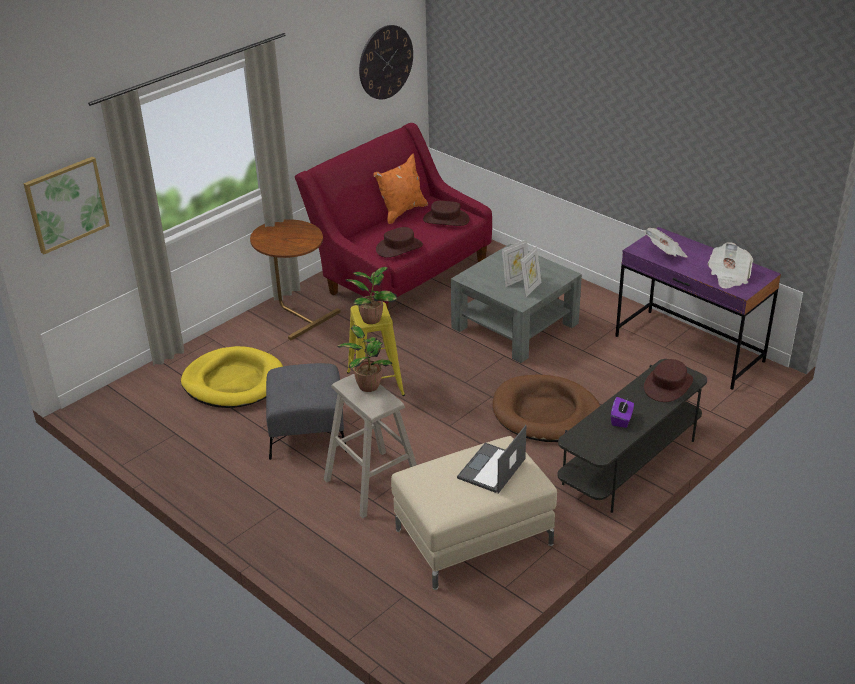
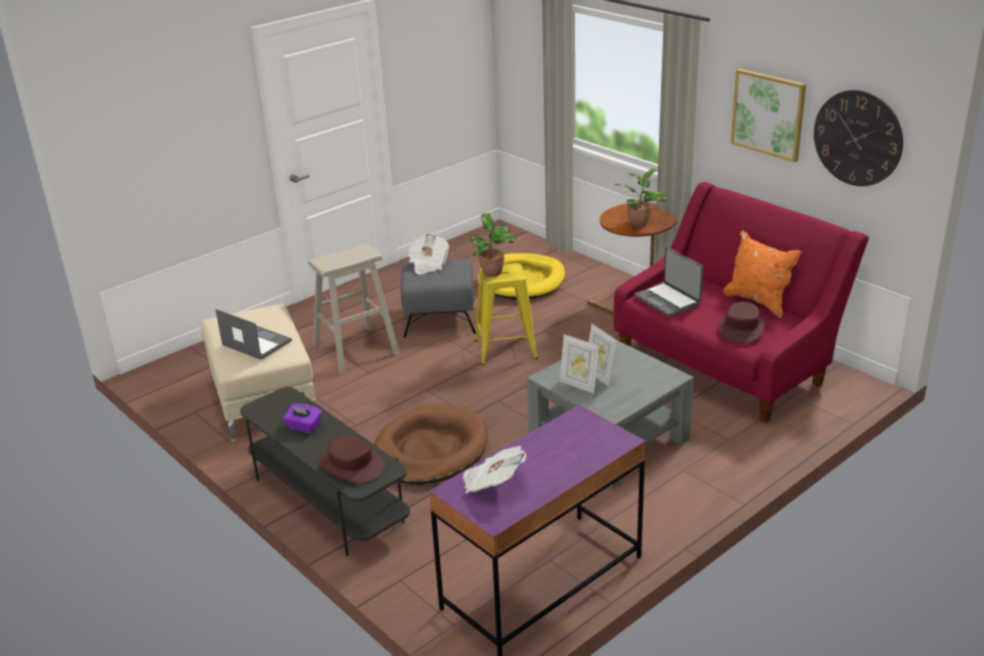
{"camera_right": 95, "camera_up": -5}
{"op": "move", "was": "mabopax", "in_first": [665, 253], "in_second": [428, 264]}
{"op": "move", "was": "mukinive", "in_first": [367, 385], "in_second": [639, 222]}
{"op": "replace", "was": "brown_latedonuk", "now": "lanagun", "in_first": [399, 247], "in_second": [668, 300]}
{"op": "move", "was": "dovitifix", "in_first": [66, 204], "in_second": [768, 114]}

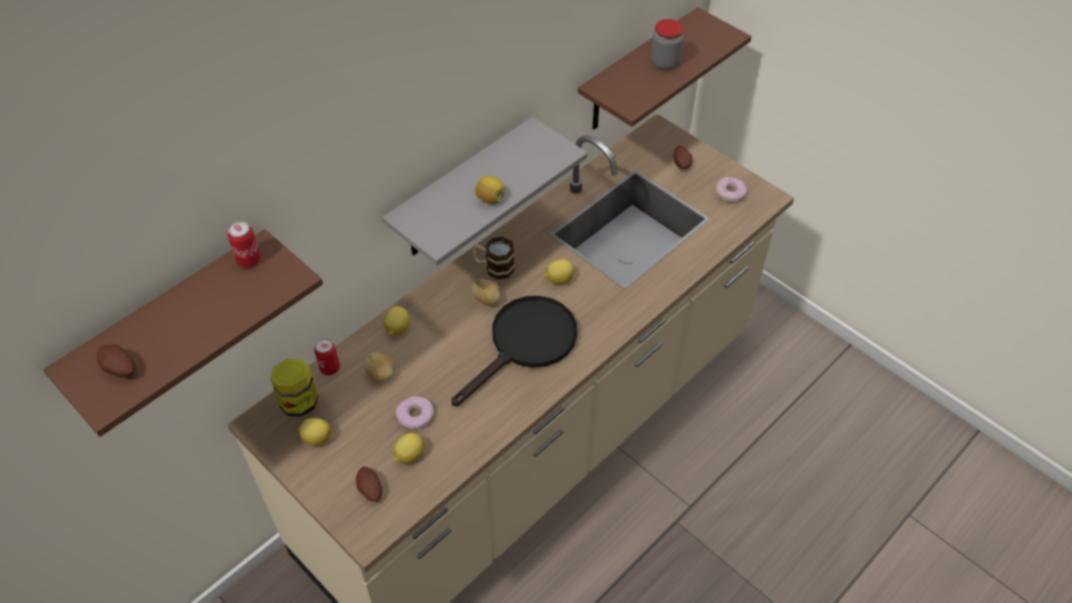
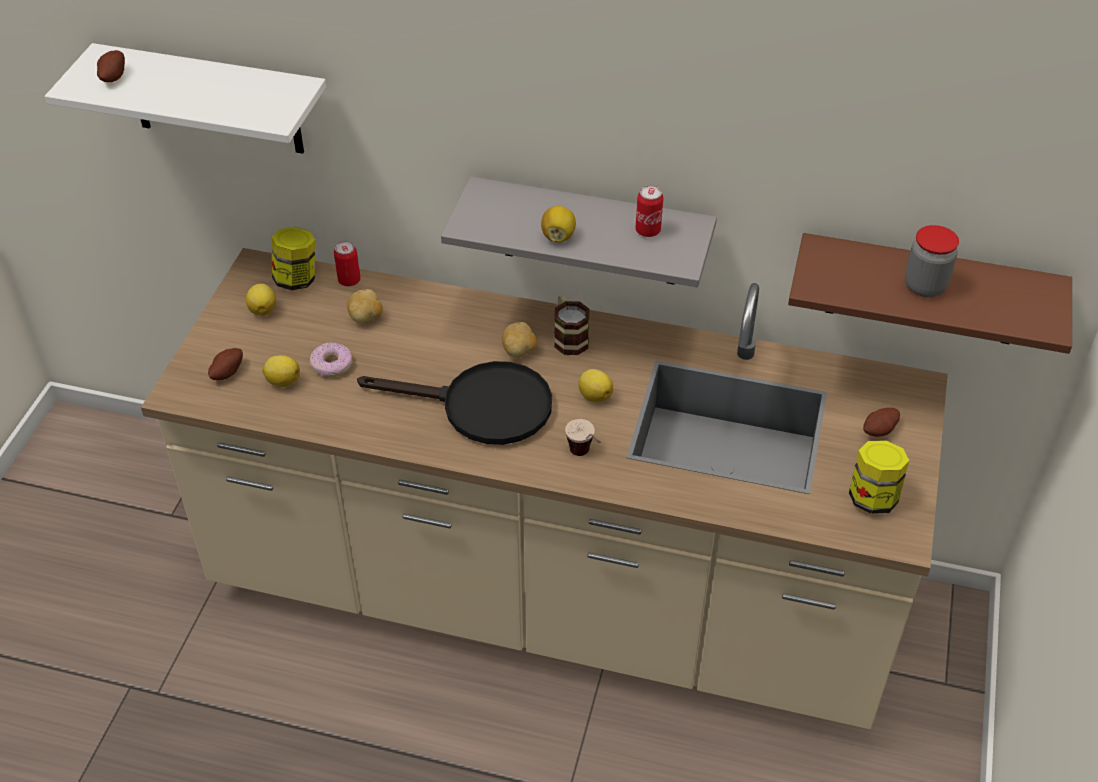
{"camera_right": 60, "camera_up": -5}
{"op": "recolor", "was": "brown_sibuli", "now": "white_sibuli", "in_first": [173, 323], "in_second": [215, 100]}
{"op": "insert", "now": "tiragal", "in_second": [585, 457]}
{"op": "move", "was": "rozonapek", "in_first": [249, 260], "in_second": [648, 231]}
{"op": "replace", "was": "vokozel", "now": "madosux", "in_first": [730, 193], "in_second": [873, 497]}
{"op": "delete", "was": "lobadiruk", "in_first": [397, 329]}

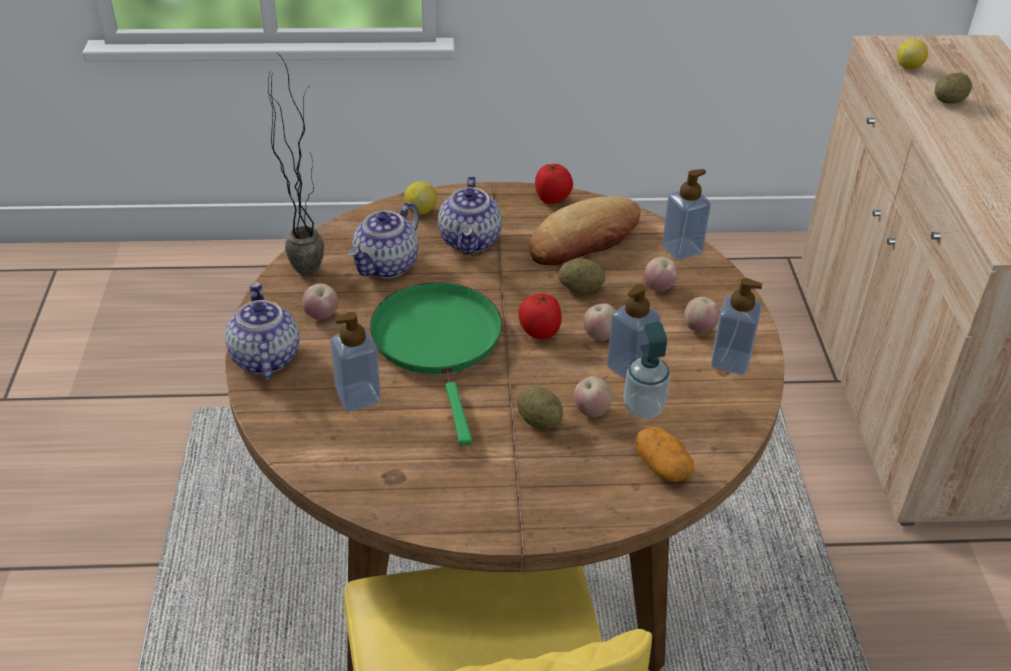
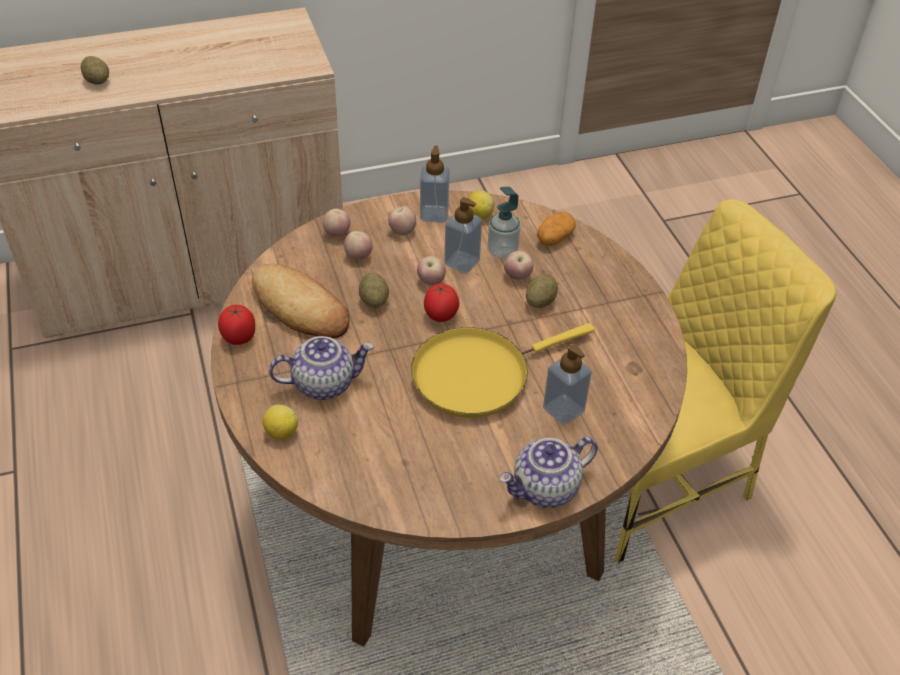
{"camera_right": -105, "camera_up": 5}
{"op": "move", "was": "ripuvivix", "in_first": [321, 316], "in_second": [337, 234]}
{"op": "recolor", "was": "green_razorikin", "now": "yellow_razorikin", "in_first": [439, 343], "in_second": [477, 374]}
{"op": "move", "was": "lobadiruk", "in_first": [909, 67], "in_second": [479, 215]}
{"op": "delete", "was": "mukinive", "in_first": [308, 264]}
{"op": "delete", "was": "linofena", "in_first": [387, 266]}
{"op": "delete", "was": "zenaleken", "in_first": [681, 250]}

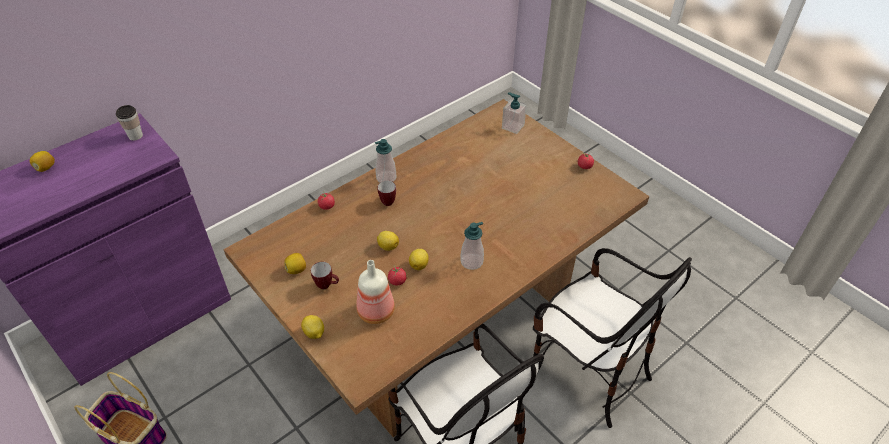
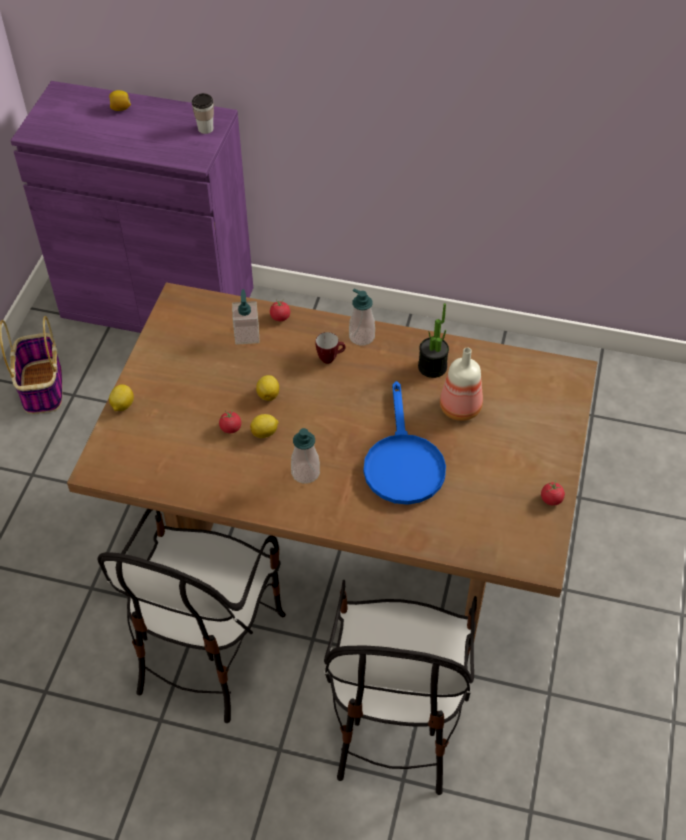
{"camera_right": 55, "camera_up": 5}
{"op": "move", "was": "zenaleken", "in_first": [512, 126], "in_second": [247, 335]}
{"op": "insert", "now": "blue_razorikin", "in_second": [402, 462]}
{"op": "insert", "now": "mukinive", "in_second": [432, 367]}
{"op": "move", "was": "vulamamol", "in_first": [374, 311], "in_second": [459, 407]}
{"op": "delete", "was": "lobadiruk", "in_first": [297, 269]}
{"op": "delete", "was": "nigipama", "in_first": [327, 285]}

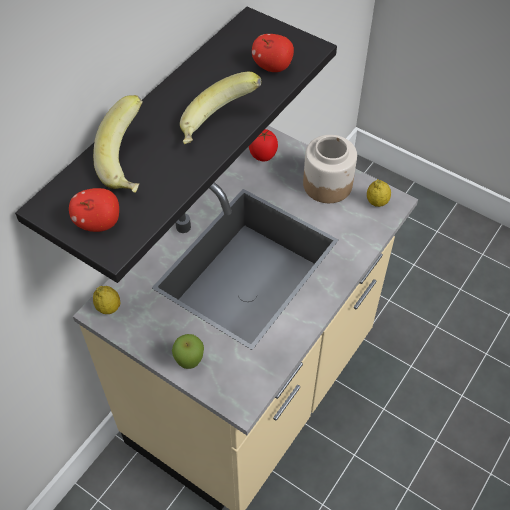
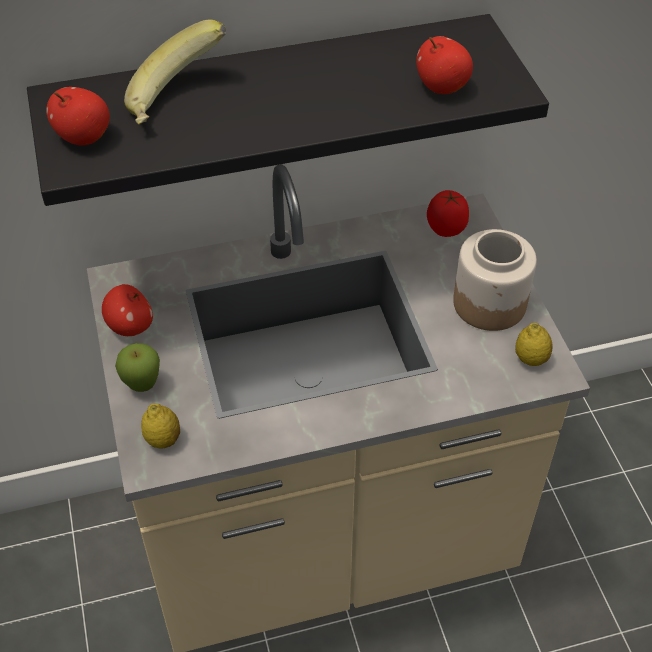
{"camera_right": 40, "camera_up": -5}
{"op": "insert", "now": "ripuvivix", "in_second": [130, 326]}
{"op": "move", "was": "lobadiruk", "in_first": [108, 308], "in_second": [163, 439]}
{"op": "delete", "was": "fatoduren", "in_first": [219, 127]}

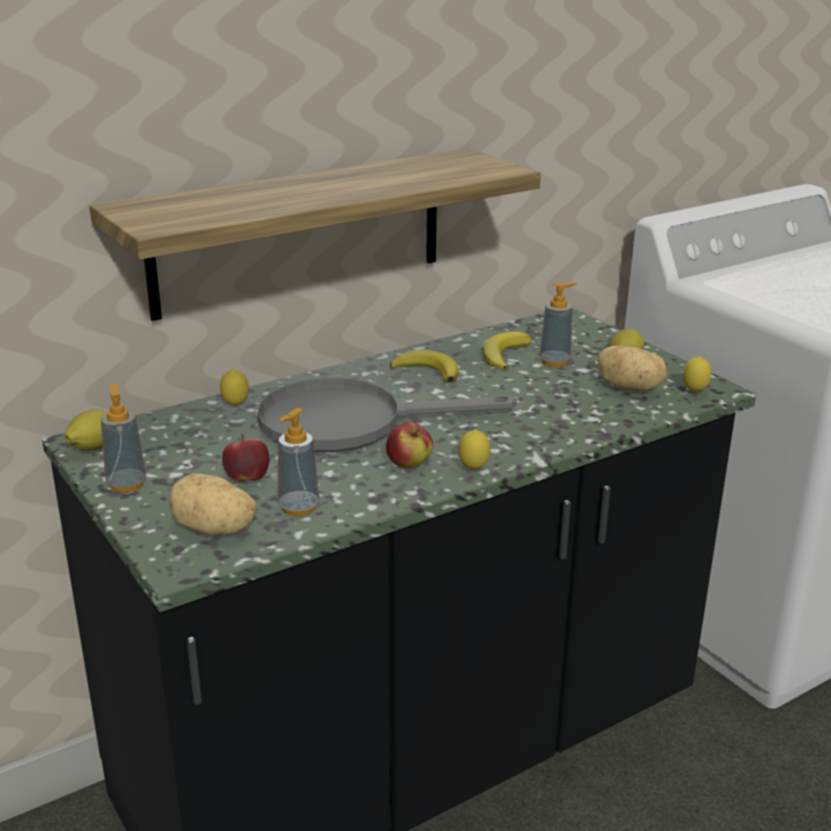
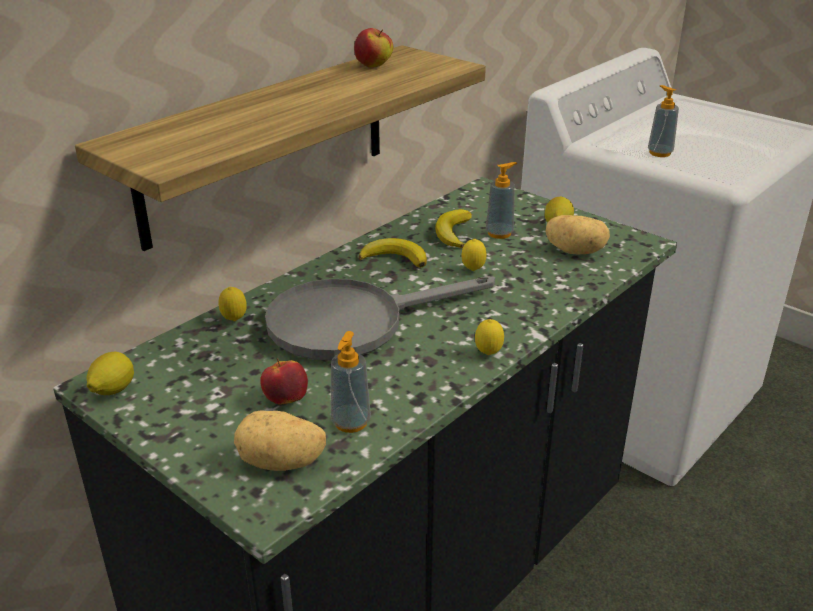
{"camera_right": -15, "camera_up": 5}
{"op": "move", "was": "ripuvivix", "in_first": [409, 465], "in_second": [373, 66]}
{"op": "move", "was": "lobadiruk", "in_first": [694, 392], "in_second": [473, 270]}
{"op": "move", "was": "zenaleken", "in_first": [127, 484], "in_second": [659, 153]}

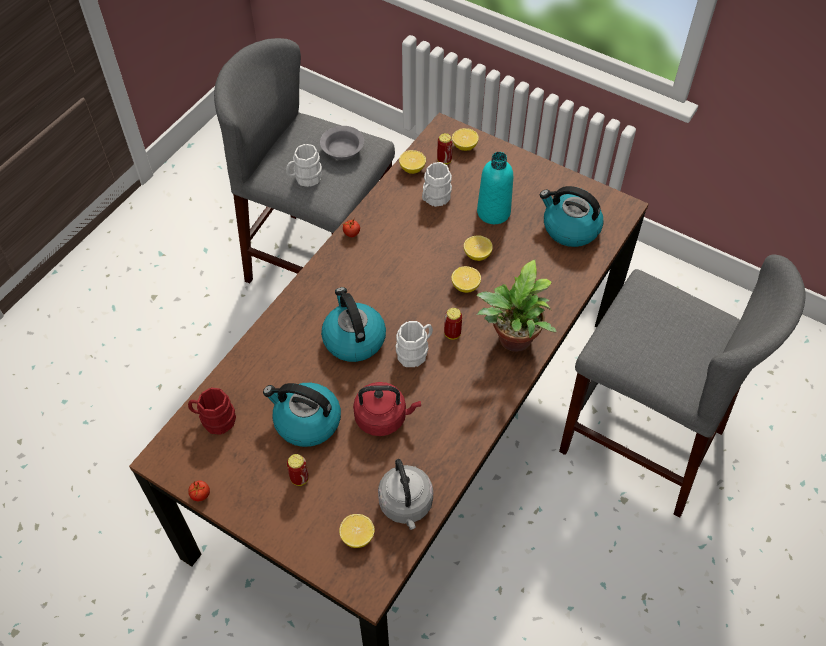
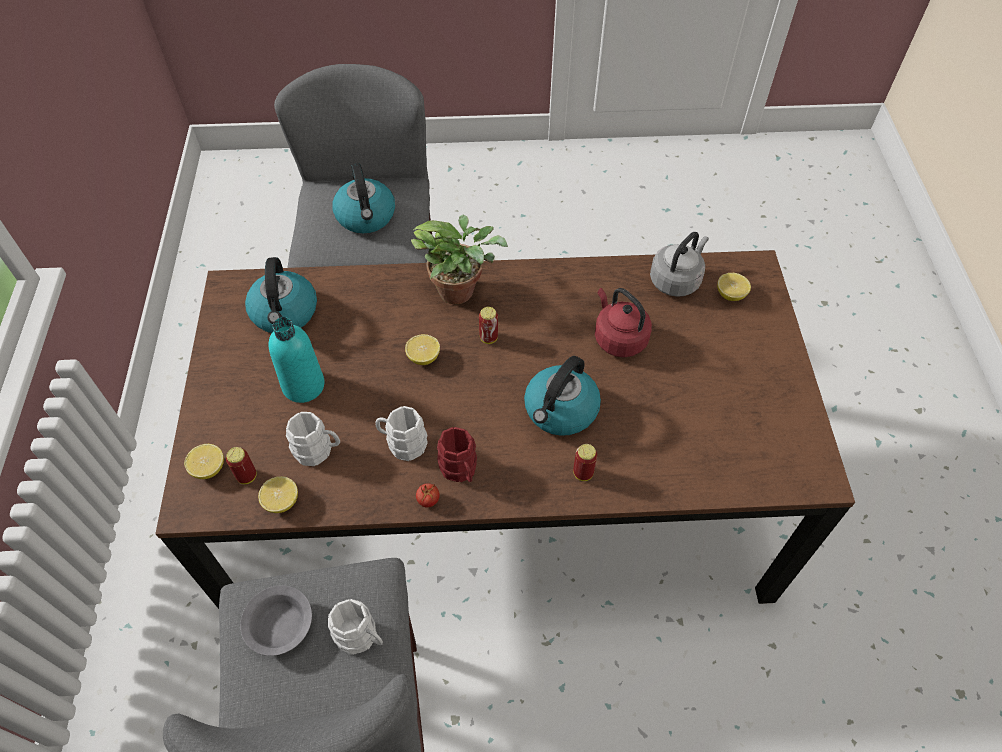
{"camera_right": -125, "camera_up": 0}
{"op": "move", "was": "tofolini", "in_first": [306, 421], "in_second": [366, 217]}
{"op": "move", "was": "white_nigipama", "in_first": [415, 352], "in_second": [402, 443]}
{"op": "move", "was": "red_nigipama", "in_first": [214, 420], "in_second": [460, 470]}
{"op": "move", "was": "rozonapek", "in_first": [299, 478], "in_second": [583, 473]}
{"op": "delete", "was": "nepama", "in_first": [200, 495]}
{"op": "delete", "was": "lobadiruk", "in_first": [477, 255]}

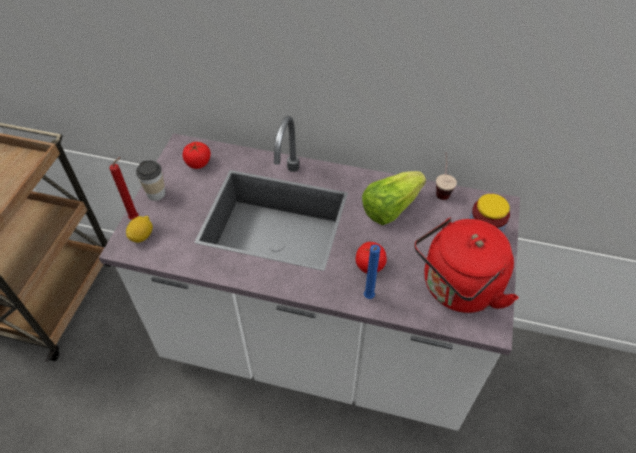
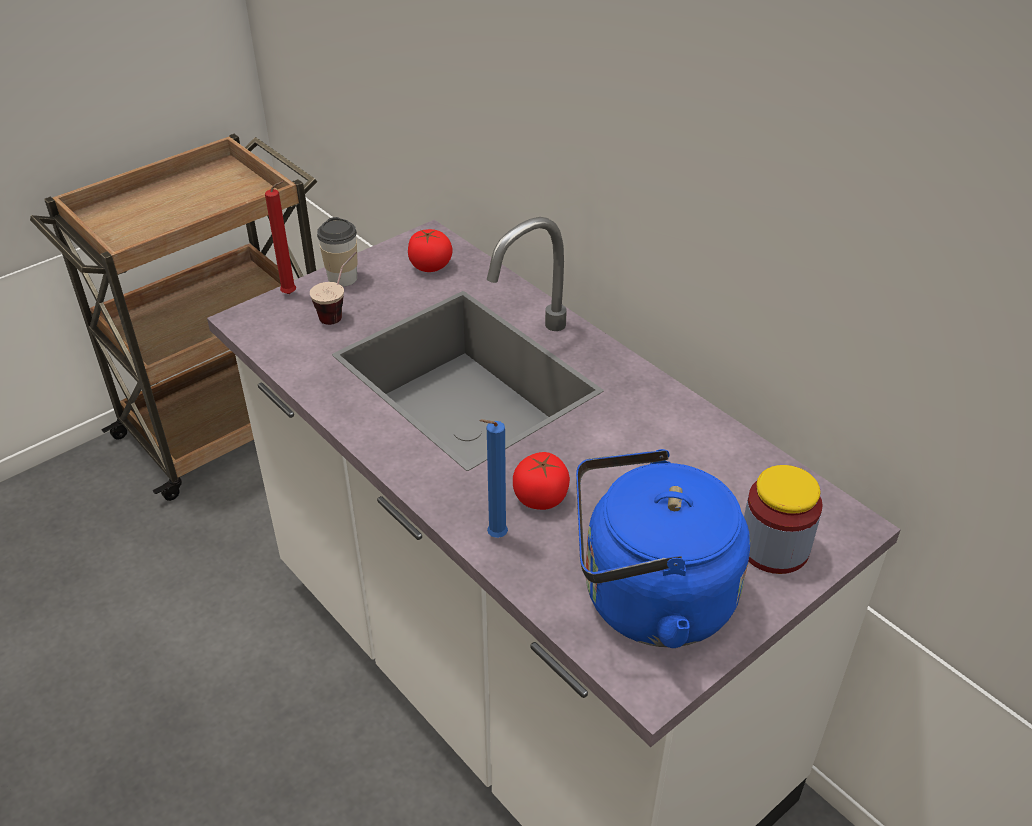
{"camera_right": 35, "camera_up": -10}
{"op": "move", "was": "tiragal", "in_first": [442, 189], "in_second": [340, 312]}
{"op": "recolor", "was": "red_tofolini", "now": "blue_tofolini", "in_first": [457, 289], "in_second": [648, 600]}
{"op": "delete", "was": "lobadiruk", "in_first": [142, 236]}
{"op": "delete", "was": "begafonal", "in_first": [390, 208]}

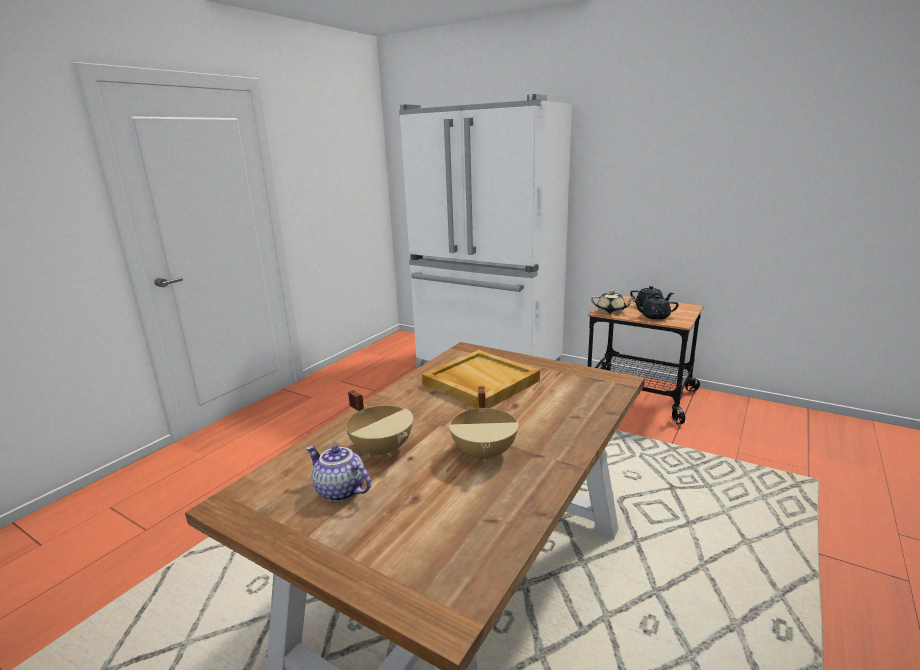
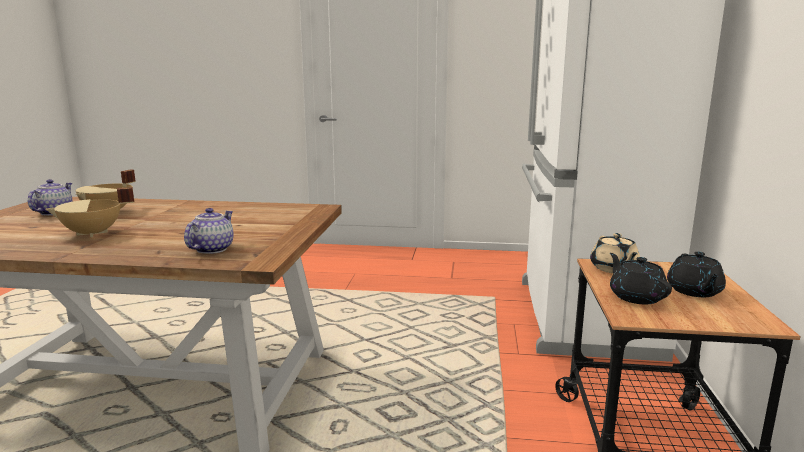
{"camera_right": 65, "camera_up": -5}
{"op": "insert", "now": "linofena", "in_second": [211, 249]}
{"op": "delete", "was": "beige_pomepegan", "in_first": [479, 382]}

